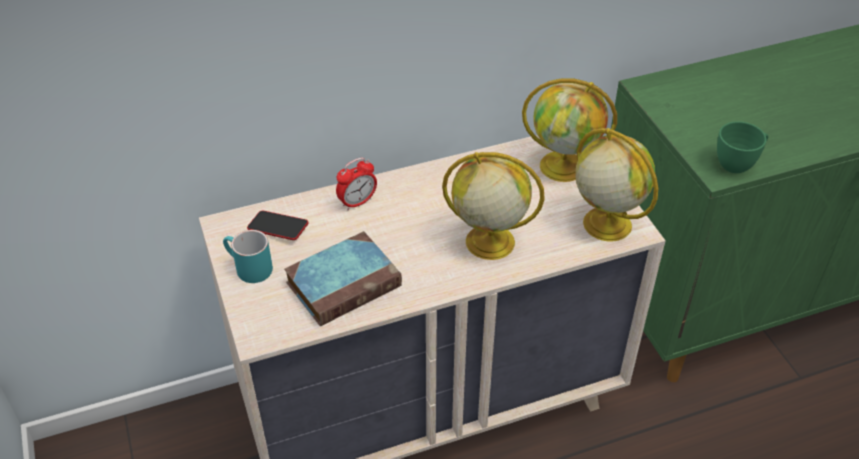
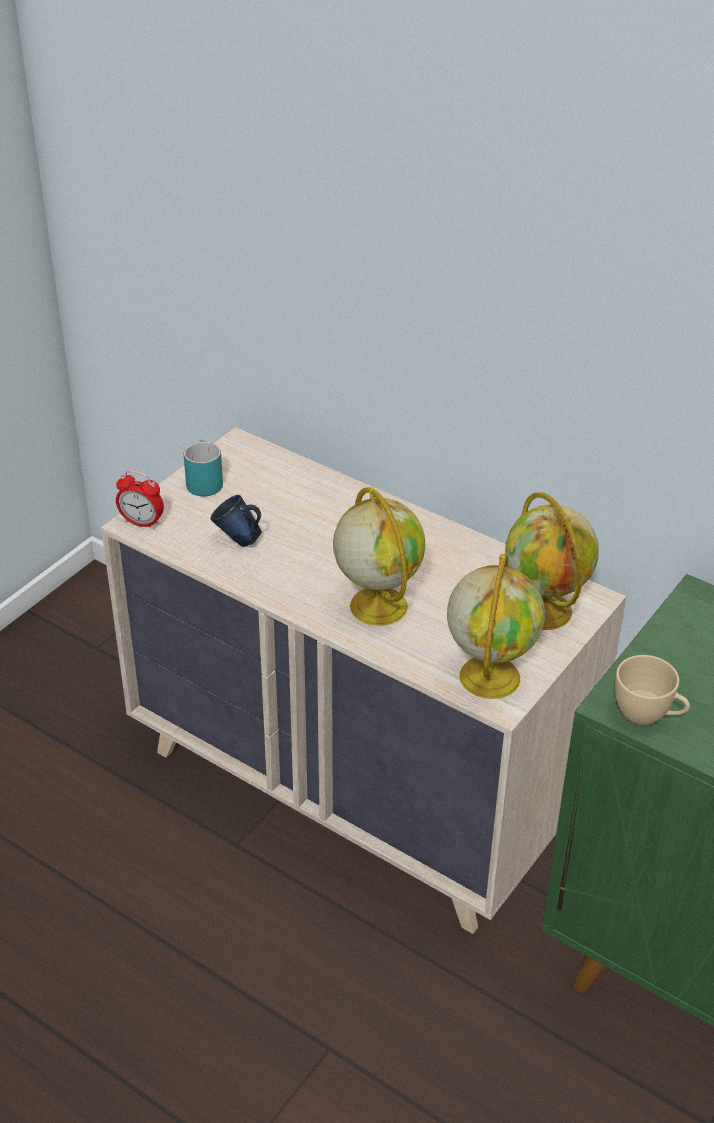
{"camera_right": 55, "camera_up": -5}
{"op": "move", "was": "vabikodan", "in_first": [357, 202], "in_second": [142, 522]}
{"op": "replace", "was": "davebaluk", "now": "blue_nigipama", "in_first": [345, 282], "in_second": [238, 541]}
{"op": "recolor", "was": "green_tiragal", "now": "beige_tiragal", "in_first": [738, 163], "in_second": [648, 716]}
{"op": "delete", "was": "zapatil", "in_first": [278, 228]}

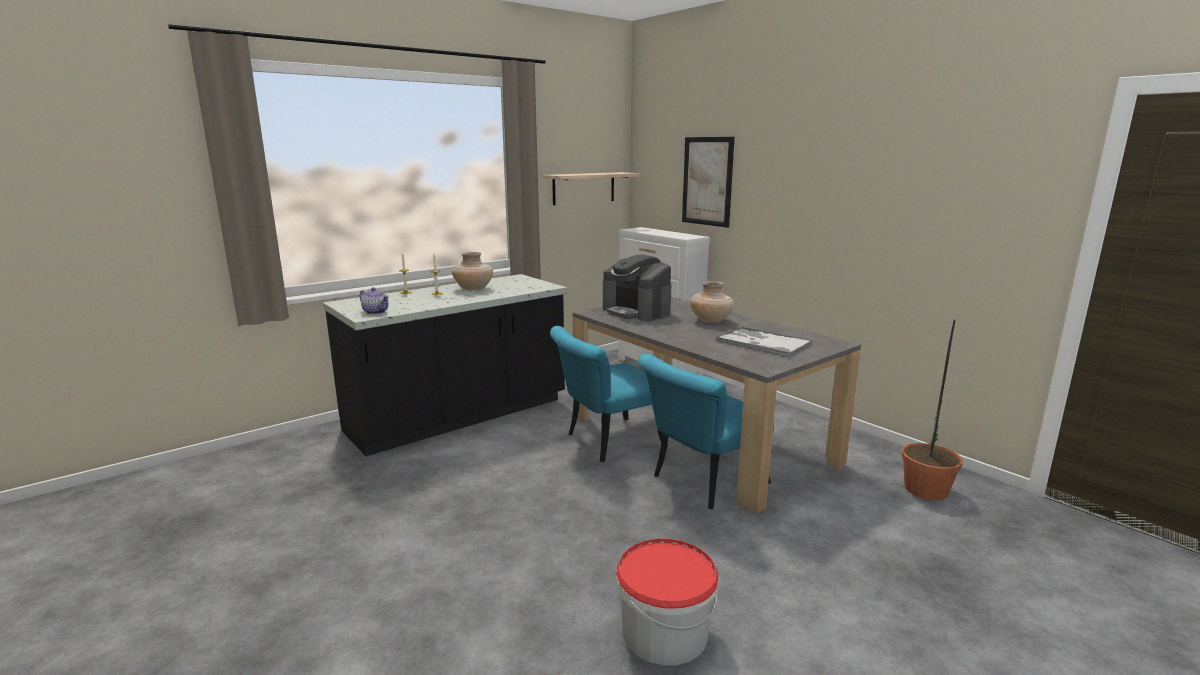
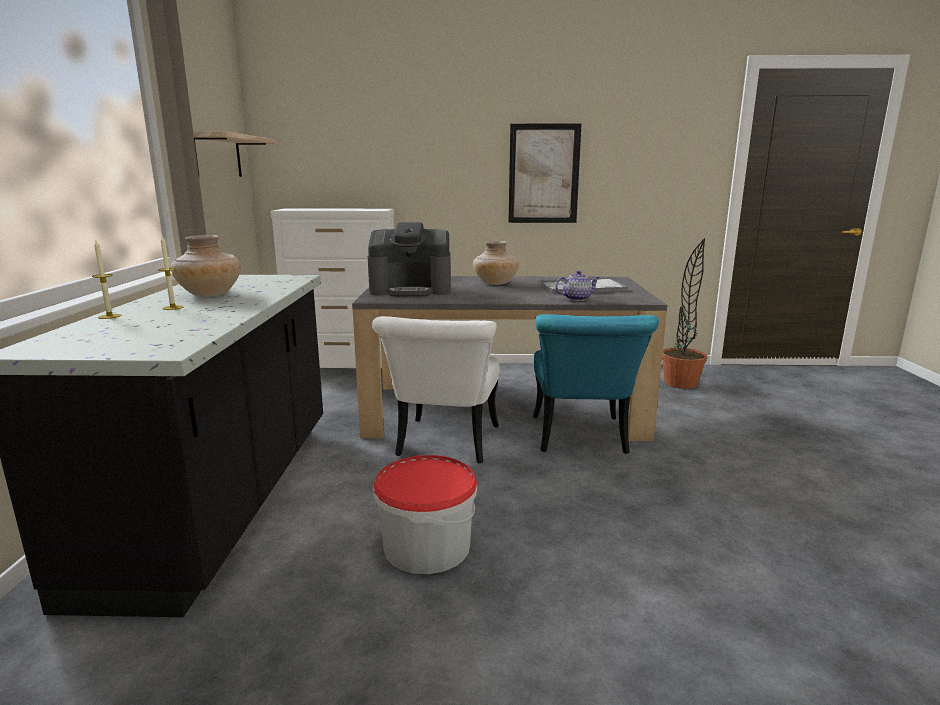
{"camera_right": -50, "camera_up": 0}
{"op": "recolor", "was": "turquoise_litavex", "now": "white_litavex", "in_first": [606, 442], "in_second": [445, 446]}
{"op": "move", "was": "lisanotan", "in_first": [664, 632], "in_second": [426, 546]}
{"op": "move", "was": "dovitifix", "in_first": [707, 181], "in_second": [543, 174]}
{"op": "move", "was": "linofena", "in_first": [376, 312], "in_second": [577, 298]}

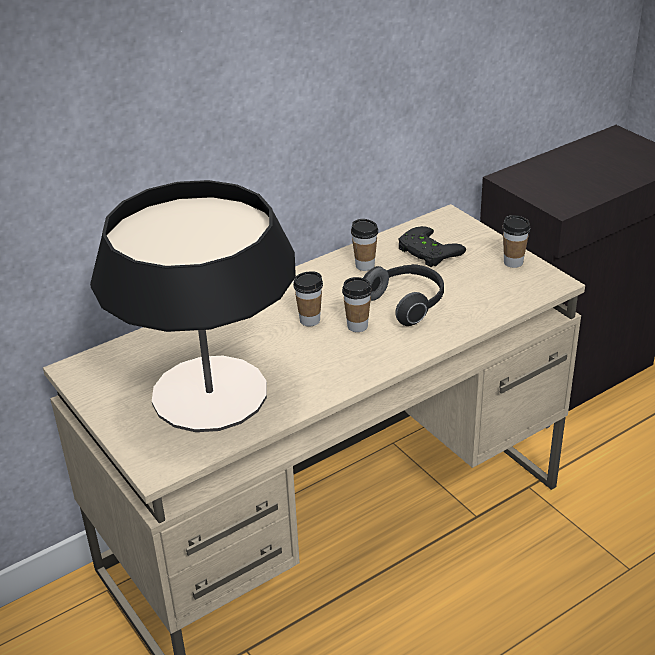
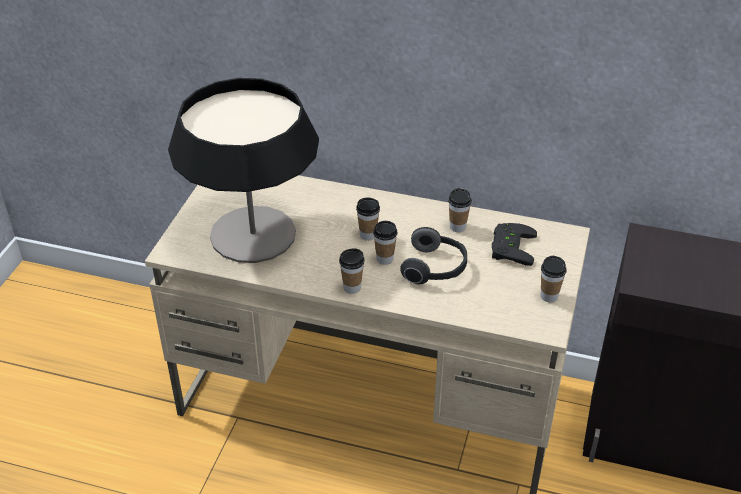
{"camera_right": 50, "camera_up": 5}
{"op": "insert", "now": "tiragal", "in_second": [352, 288]}

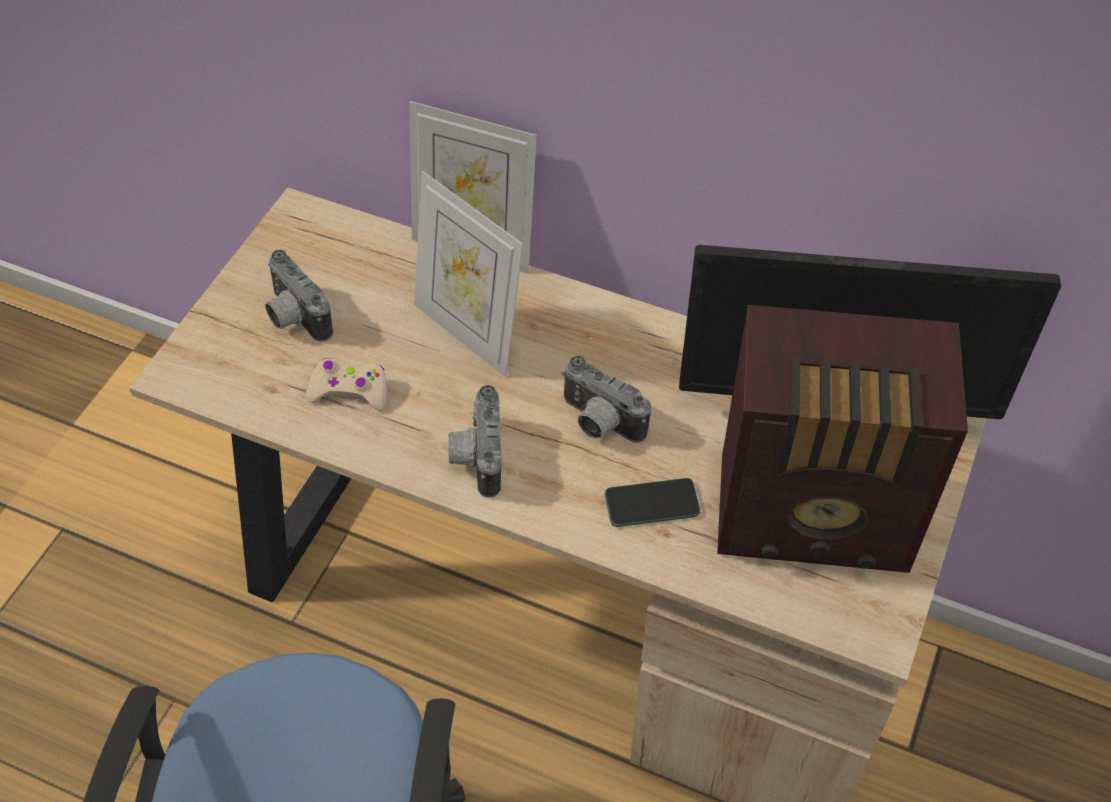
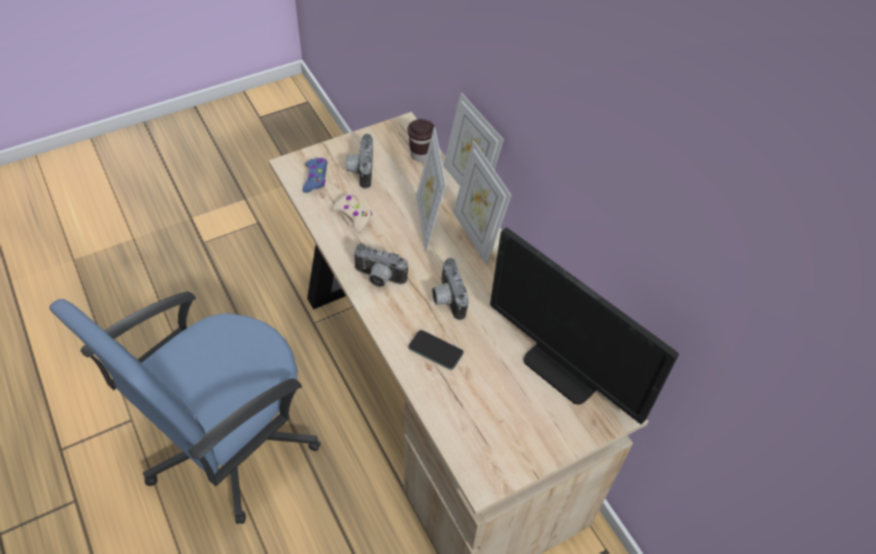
{"camera_right": 35, "camera_up": 0}
{"op": "insert", "now": "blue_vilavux", "in_second": [315, 178]}
{"op": "rotate", "was": "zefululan", "in_first": [476, 457], "in_second": [378, 278], "clockwise": -105}
{"op": "insert", "now": "brown_tiragal", "in_second": [420, 155]}
{"op": "insert", "now": "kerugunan", "in_second": [476, 235]}
{"op": "delete", "was": "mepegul", "in_first": [817, 518]}

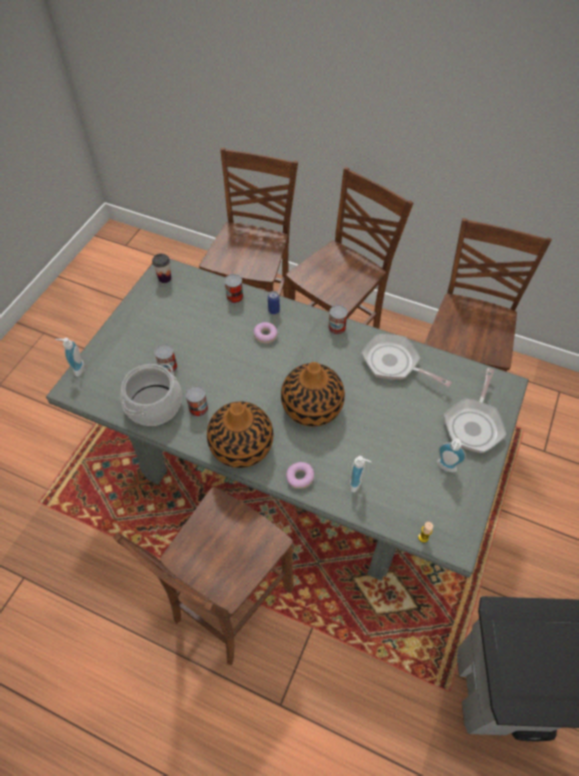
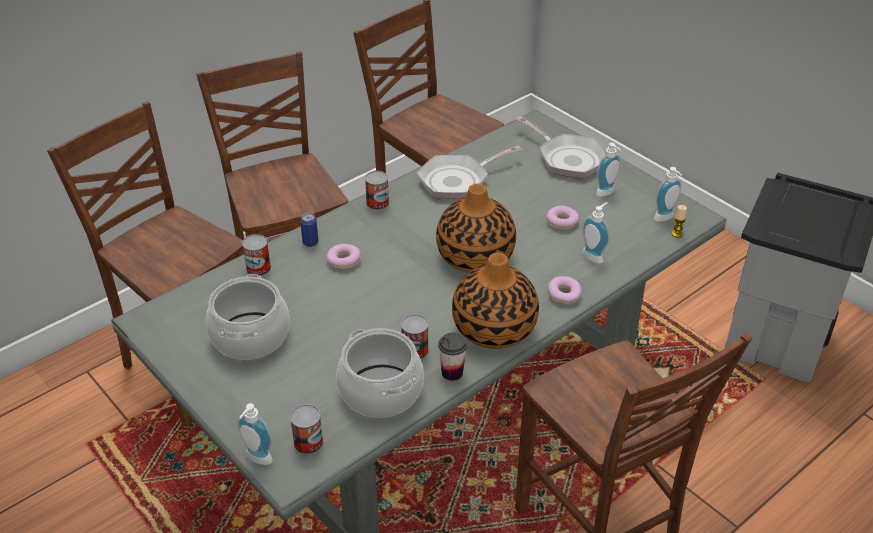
{"camera_right": -65, "camera_up": -15}
{"op": "insert", "now": "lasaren", "in_second": [249, 336]}
{"op": "move", "was": "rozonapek", "in_first": [168, 367], "in_second": [308, 443]}
{"op": "move", "was": "tiragal", "in_first": [164, 278], "in_second": [452, 372]}
{"op": "insert", "now": "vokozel", "in_second": [562, 222]}
{"op": "insert", "now": "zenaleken", "in_second": [666, 218]}

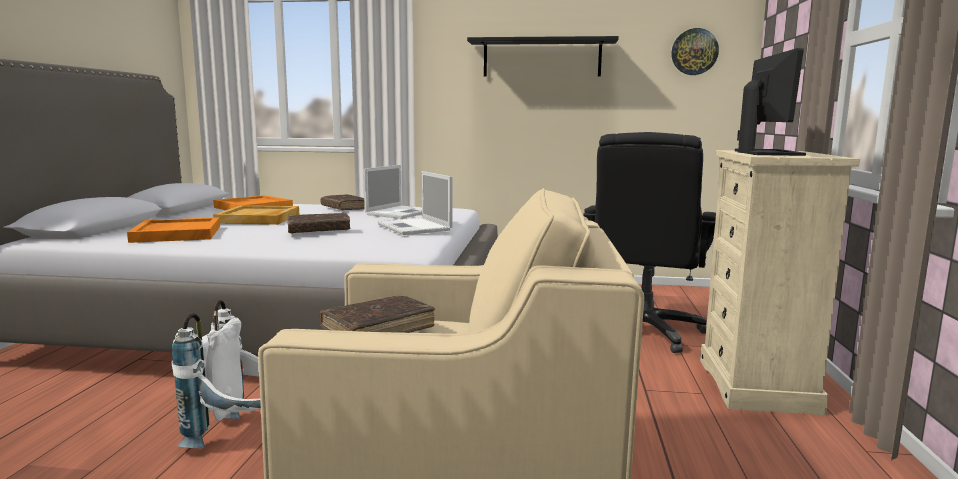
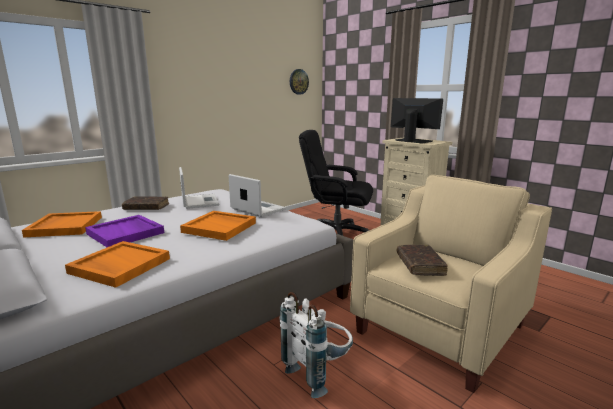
{"camera_right": -50, "camera_up": 5}
{"op": "recolor", "was": "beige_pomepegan", "now": "purple_pomepegan", "in_first": [259, 218], "in_second": [126, 233]}
{"op": "replace", "was": "brown_davebaluk", "now": "orange_pomepegan", "in_first": [318, 230], "in_second": [220, 227]}
{"op": "rotate", "was": "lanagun", "in_first": [415, 227], "in_second": [257, 209], "clockwise": -150}
{"op": "rotate", "was": "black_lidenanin", "in_first": [644, 331], "in_second": [336, 233], "clockwise": 135}
{"op": "delete", "was": "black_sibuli", "in_first": [542, 58]}

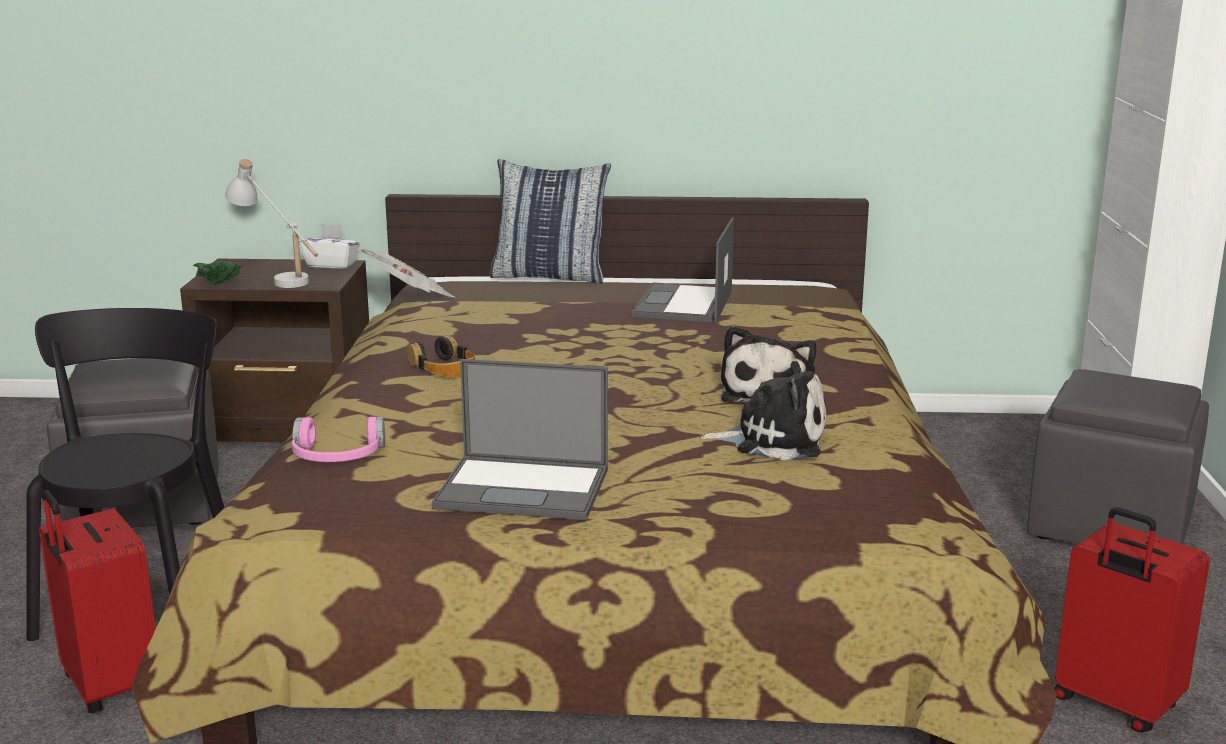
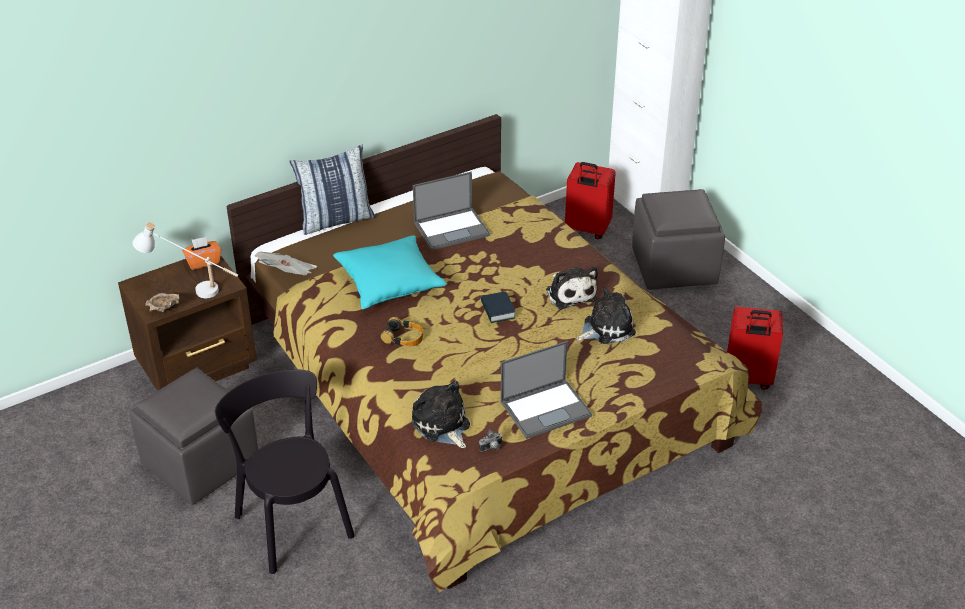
{"camera_right": -35, "camera_up": 20}
{"op": "recolor", "was": "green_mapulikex", "now": "beige_mapulikex", "in_first": [219, 284], "in_second": [164, 310]}
{"op": "recolor", "was": "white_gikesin", "now": "orange_gikesin", "in_first": [332, 265], "in_second": [203, 262]}
{"op": "insert", "now": "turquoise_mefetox", "in_second": [389, 282]}
{"op": "replace", "was": "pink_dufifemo", "now": "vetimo", "in_first": [337, 457], "in_second": [442, 425]}
{"op": "rotate", "was": "lanagun", "in_first": [683, 305], "in_second": [452, 229], "clockwise": -90}
{"op": "insert", "now": "zefululan", "in_second": [491, 448]}
{"op": "insert", "now": "davebaluk", "in_second": [498, 310]}
{"op": "move", "was": "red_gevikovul", "in_first": [108, 687], "in_second": [586, 230]}

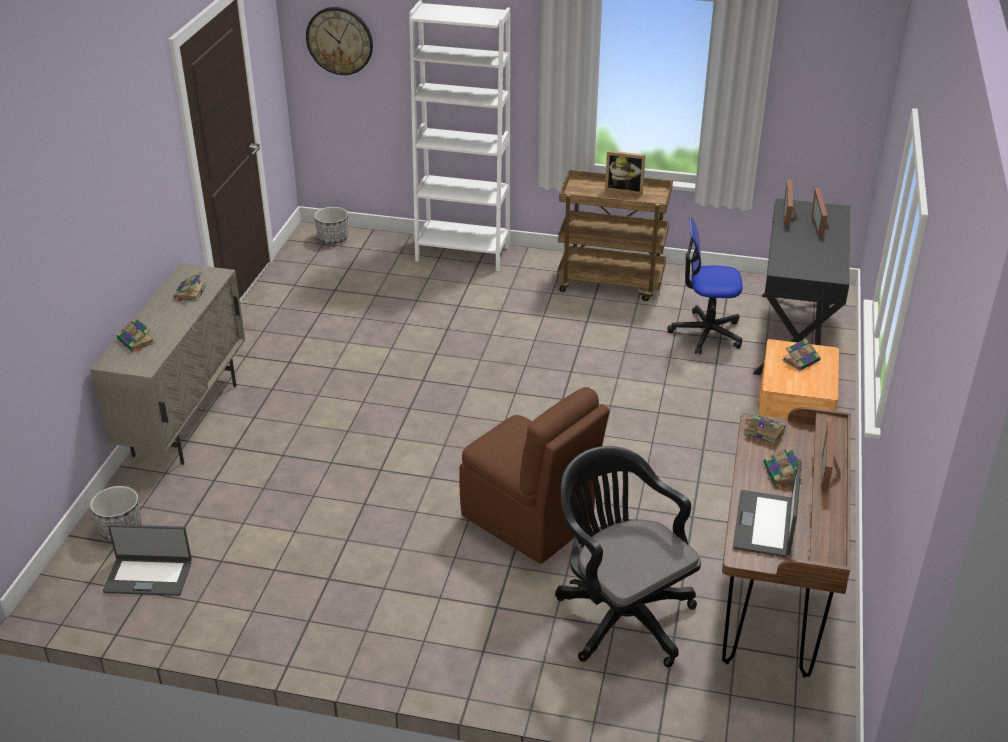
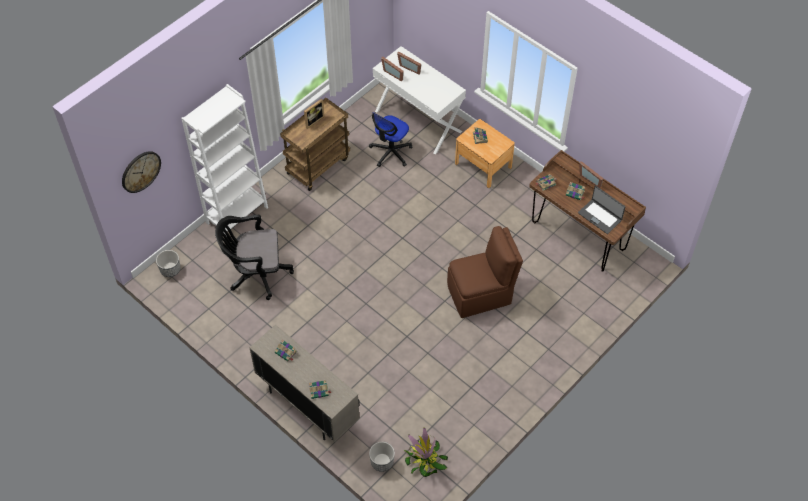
{"camera_right": -60, "camera_up": 20}
{"op": "move", "was": "black_lidenanin", "in_first": [620, 614], "in_second": [256, 274]}
{"op": "recolor", "was": "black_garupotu", "now": "white_garupotu", "in_first": [795, 337], "in_second": [418, 121]}
{"op": "replace", "was": "lanagun", "now": "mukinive", "in_first": [148, 576], "in_second": [424, 459]}

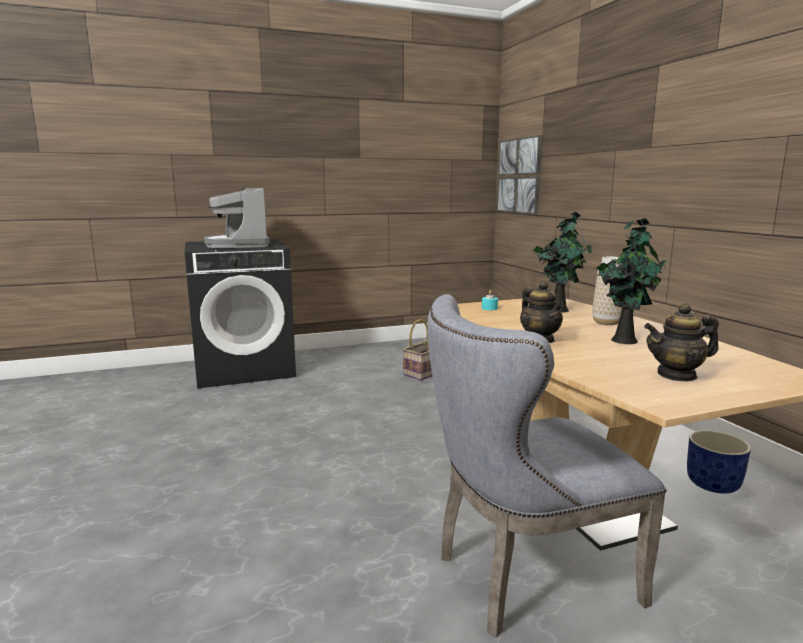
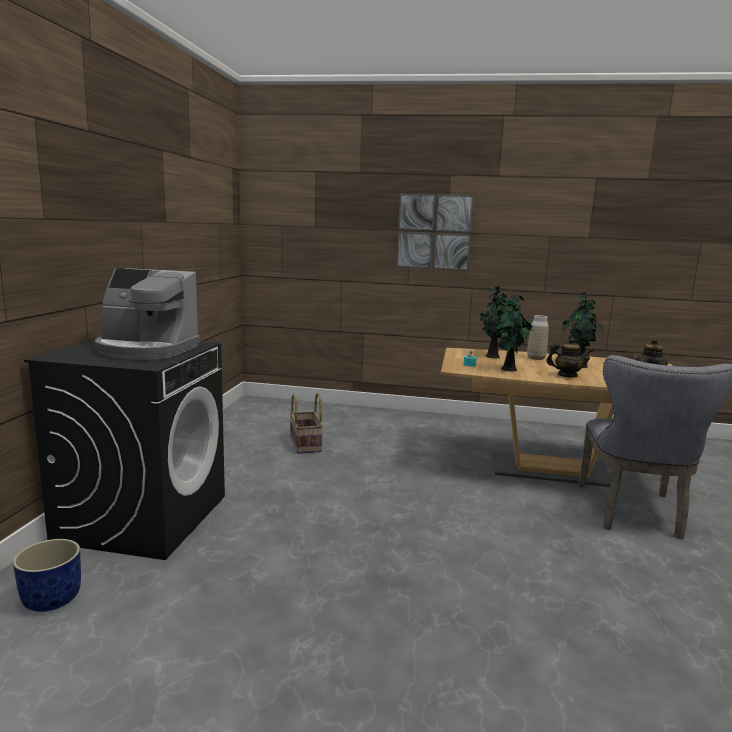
{"camera_right": -60, "camera_up": 0}
{"op": "move", "was": "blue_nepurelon", "in_first": [713, 484], "in_second": [51, 598]}
{"op": "move", "was": "dovitifix", "in_first": [519, 176], "in_second": [434, 231]}
{"op": "insert", "now": "mukinive", "in_second": [509, 369]}

